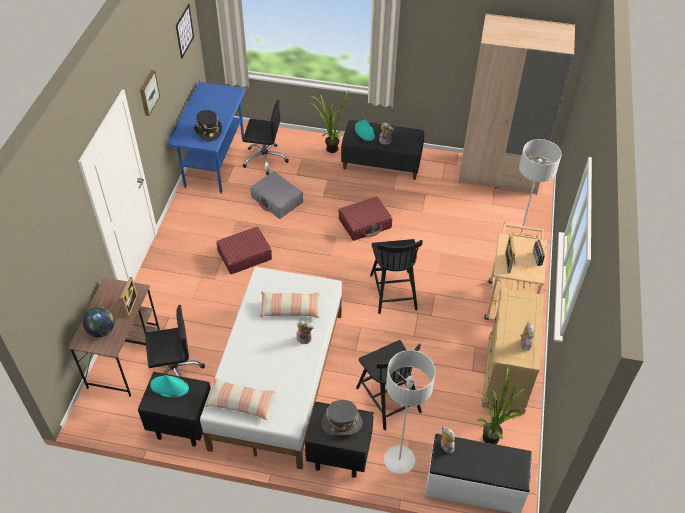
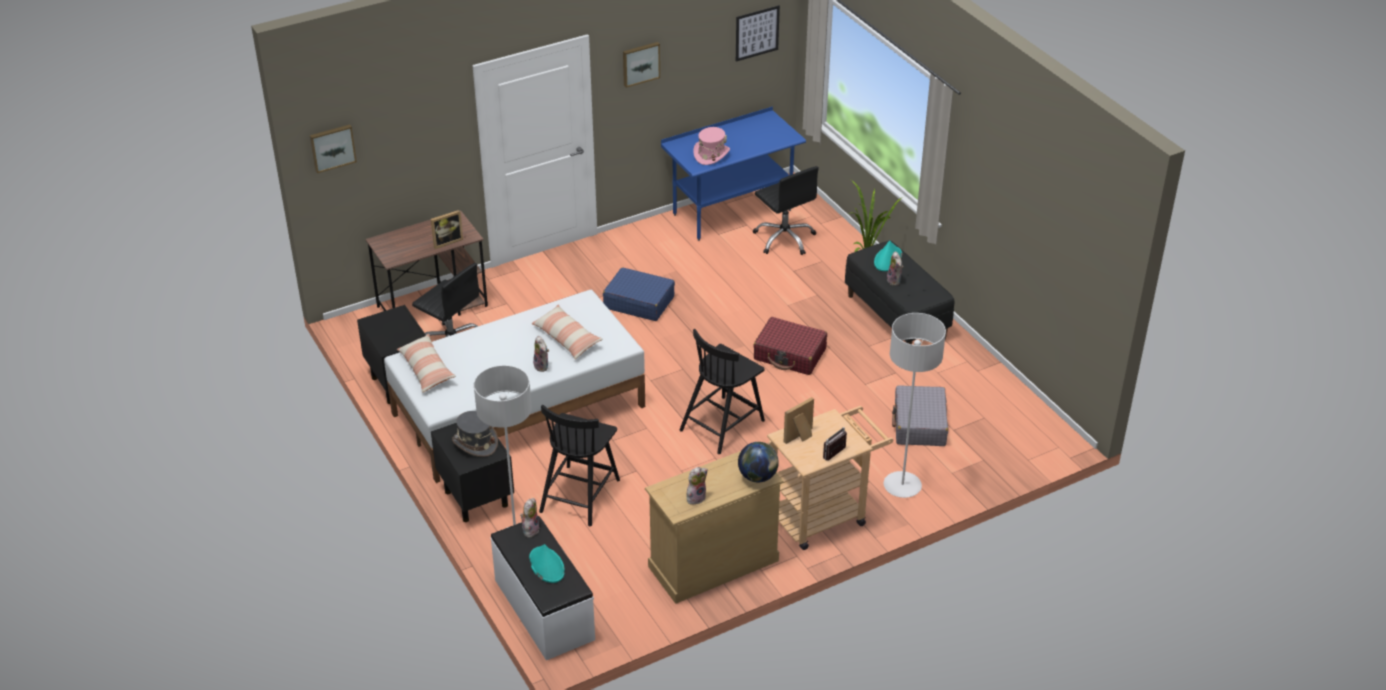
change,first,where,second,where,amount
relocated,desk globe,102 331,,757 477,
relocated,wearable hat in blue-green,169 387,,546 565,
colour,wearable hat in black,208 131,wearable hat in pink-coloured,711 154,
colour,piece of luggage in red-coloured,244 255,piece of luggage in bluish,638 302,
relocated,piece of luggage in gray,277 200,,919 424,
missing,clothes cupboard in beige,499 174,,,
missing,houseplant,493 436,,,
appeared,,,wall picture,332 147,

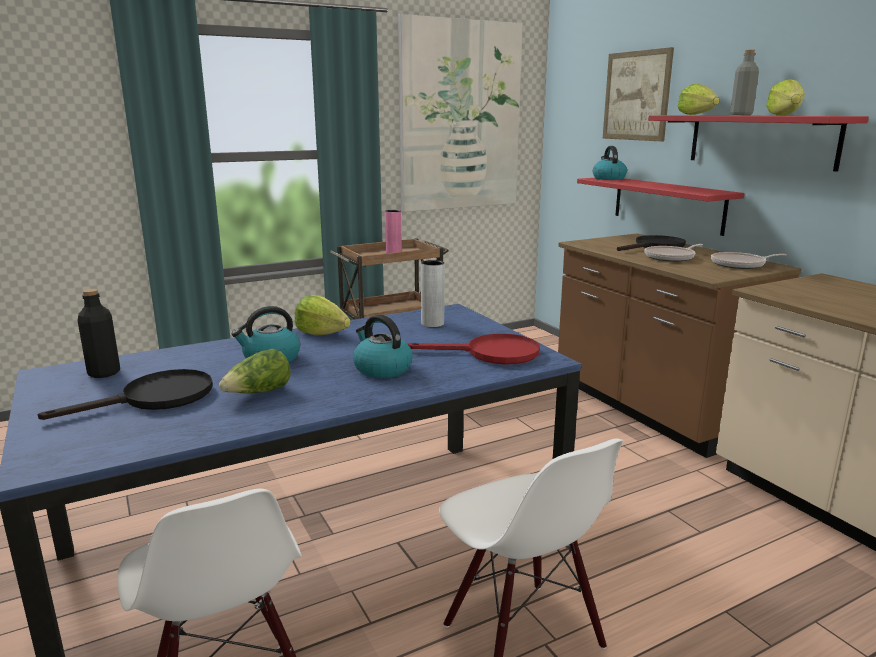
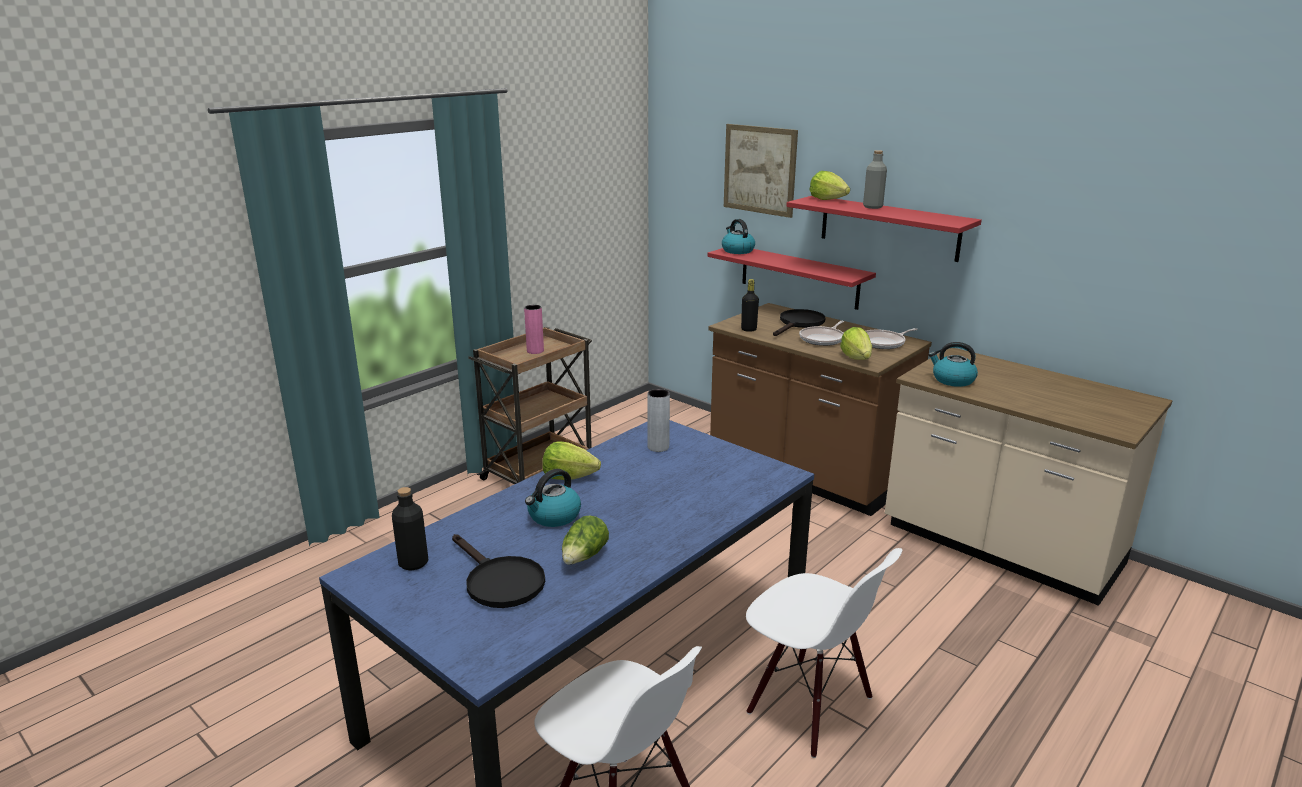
change,first,where,second,where,amount
spun,pan in black,155 398,,499 581,105 degrees clockwise
relocated,tea kettle,381 369,,952 380,
missing,wall picture,460 117,,,
missing,pan in red-coloured,492 354,,,
relocated,lettuce,785 115,,856 358,
appeared,,,drink bottle in black,748 329,

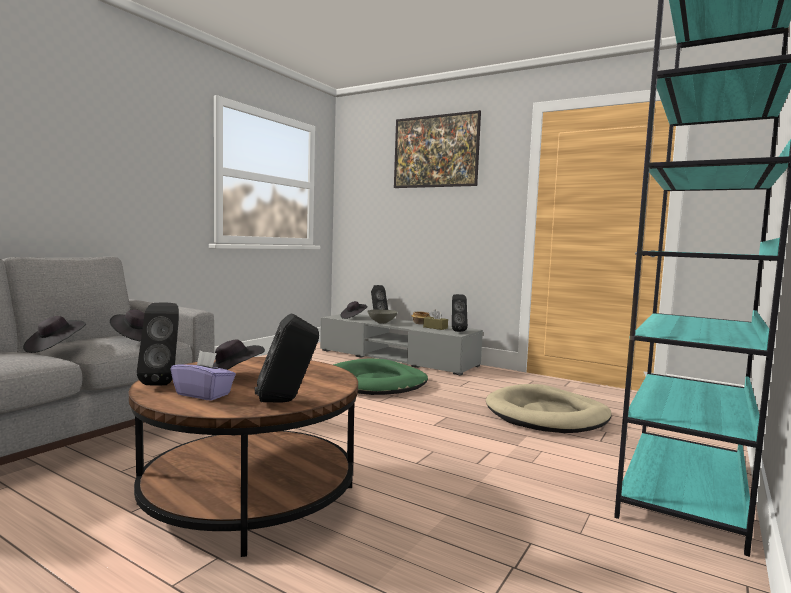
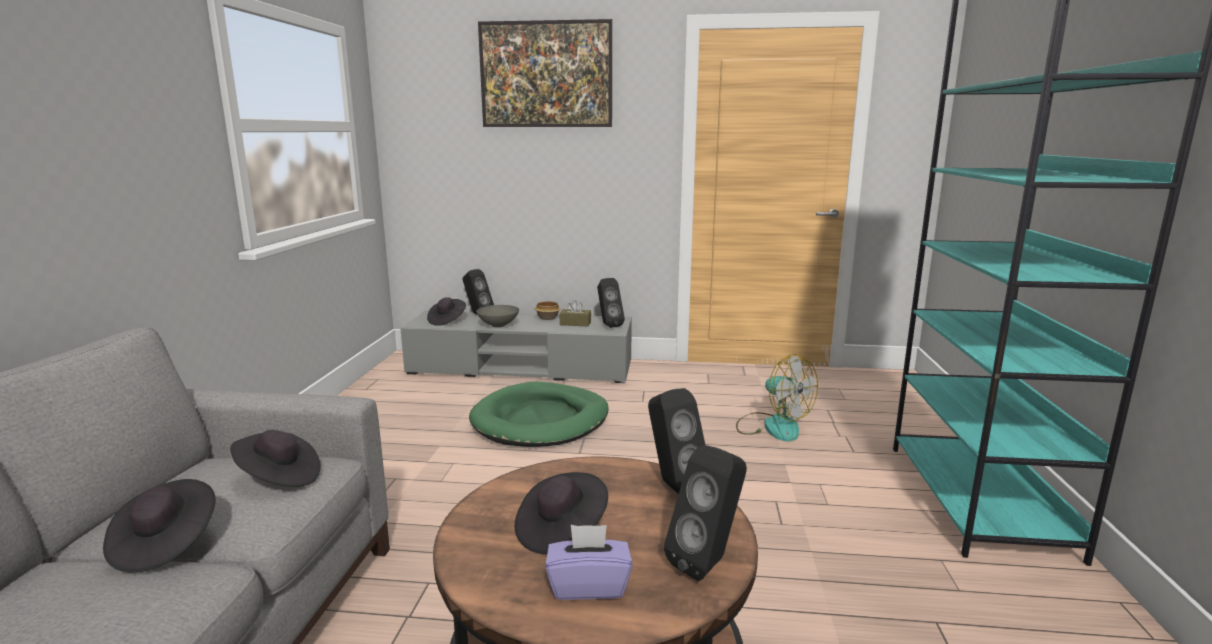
change,first,where,second,where,amount
relocated,loudspeaker in black,164 382,,673 485,
exchanged,pet bed in beige,547 415,electric fan,772 426,

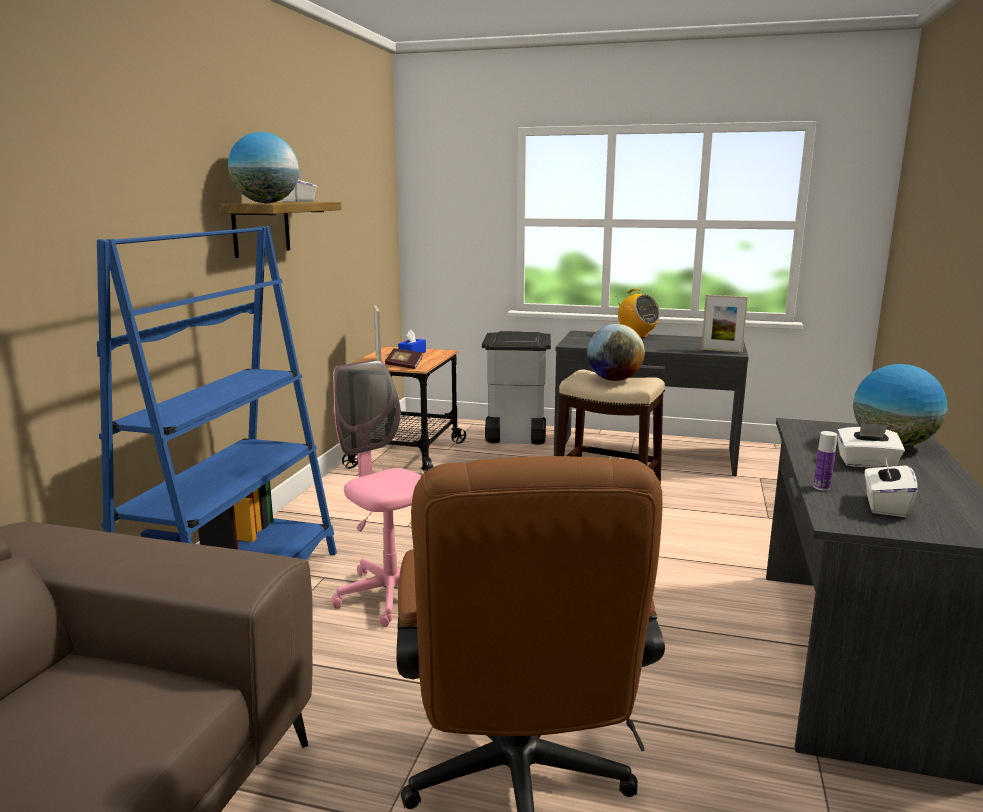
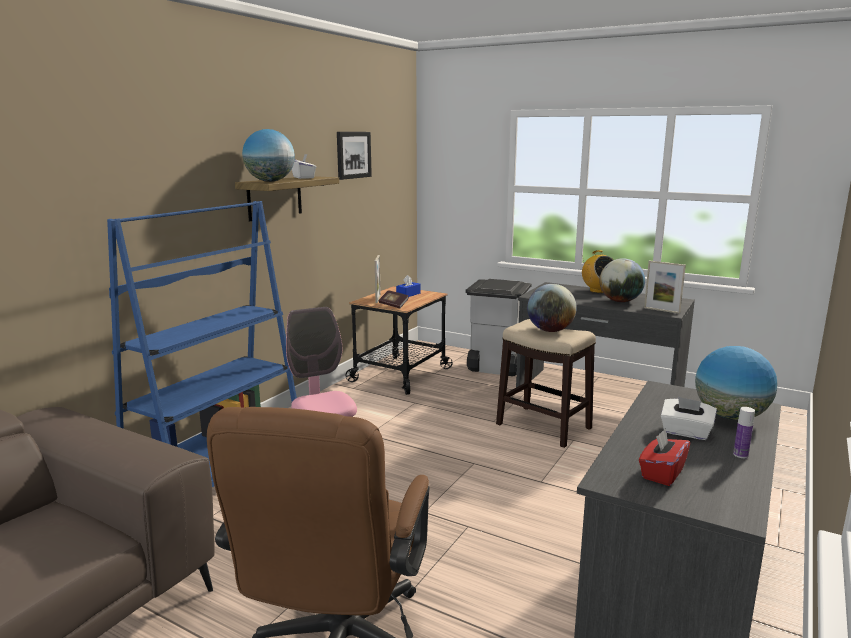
change,first,where,second,where,amount
relocated,drink bottle,821 487,,740 455,
colour,box of tissues in white,885 506,box of tissues in red-coloured,662 473,
appeared,,,wall picture,353 155,
appeared,,,desk globe,620 301,

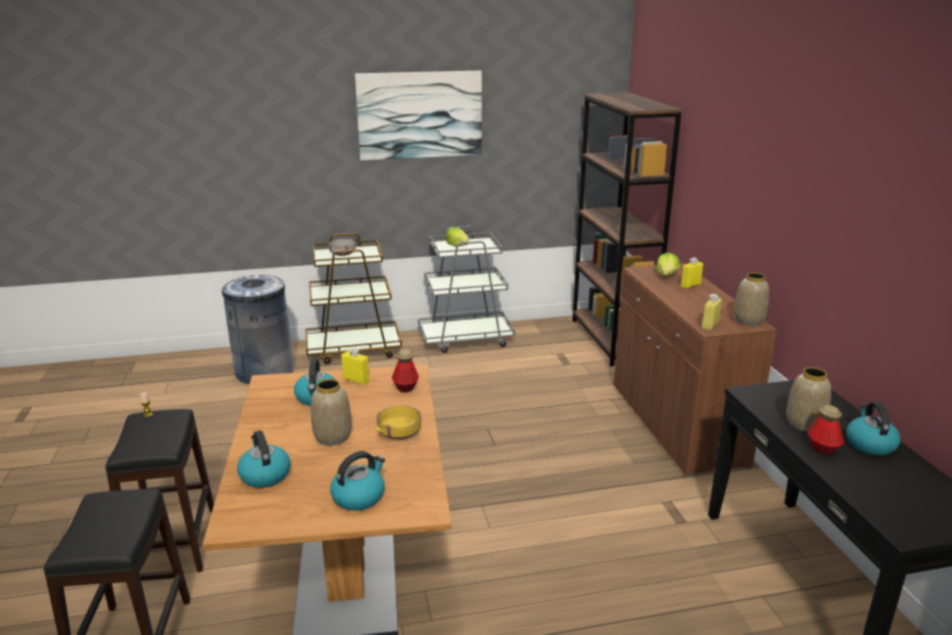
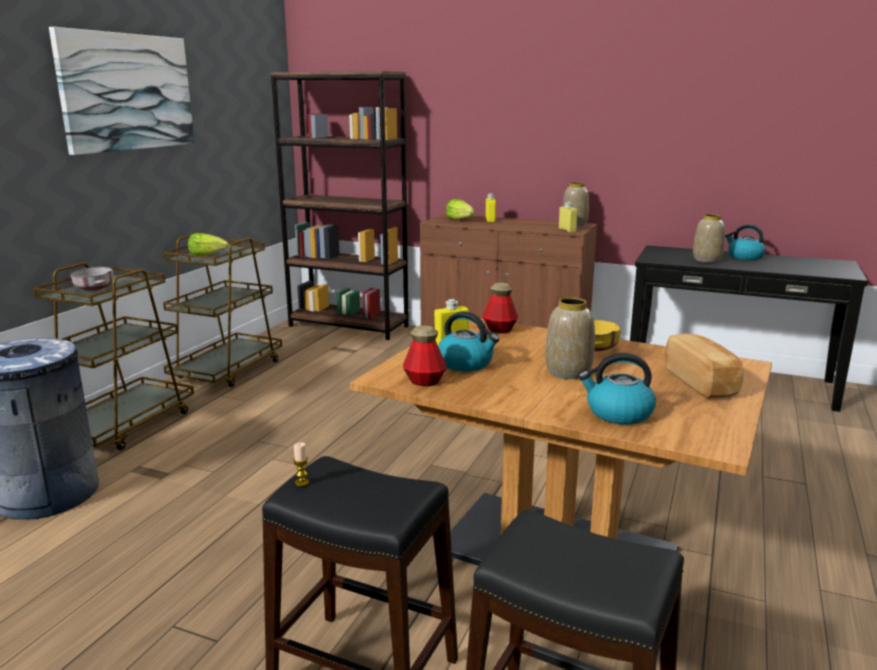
change,first,where,second,where,amount
exchanged,tea kettle,359 496,bread,701 383,
colour,trolley in gray,466 339,trolley in brownish,228 370,
relocated,drink bottle,822 448,,424 381,

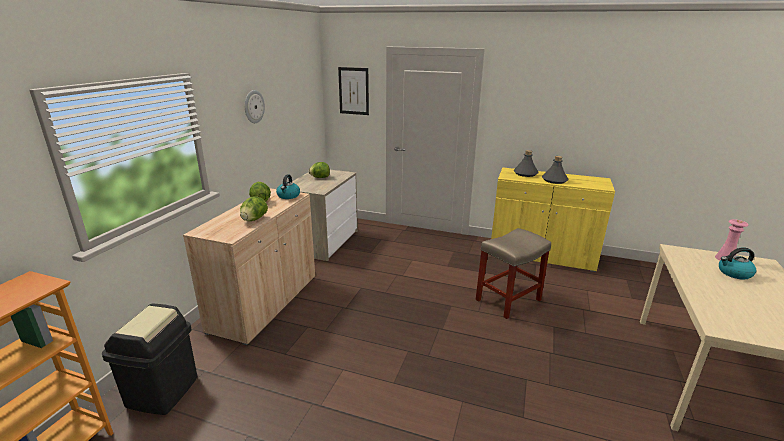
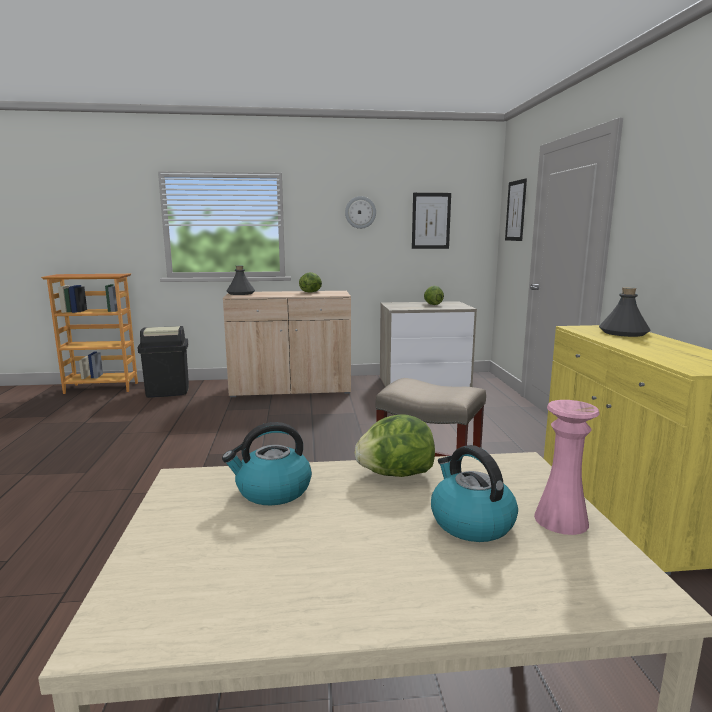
change,first,where,second,where,amount
relocated,lettuce,254 219,,395 474,
relocated,tea kettle,288 196,,272 491,
relocated,drink bottle in gray,554 180,,241 293,
appeared,,,wall picture,431 221,

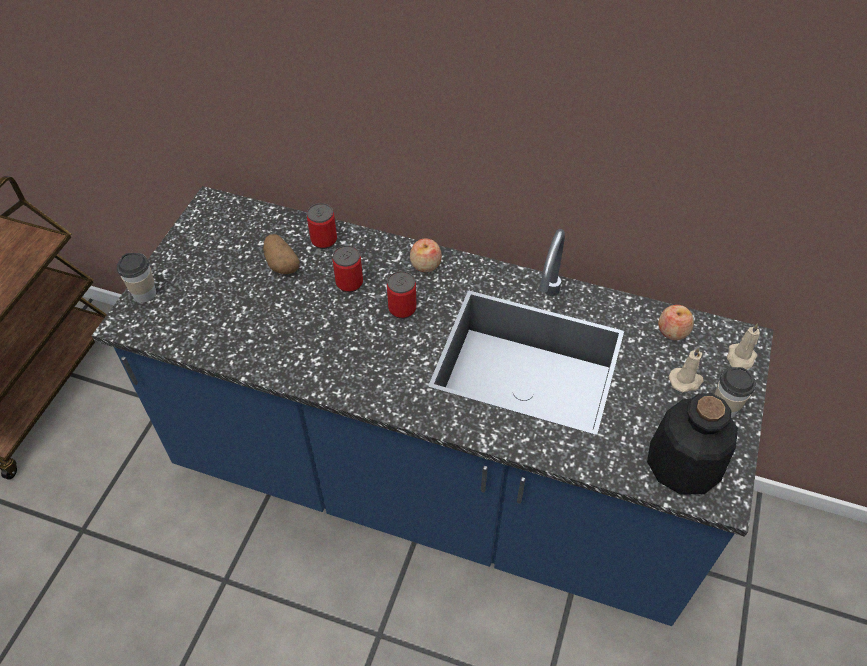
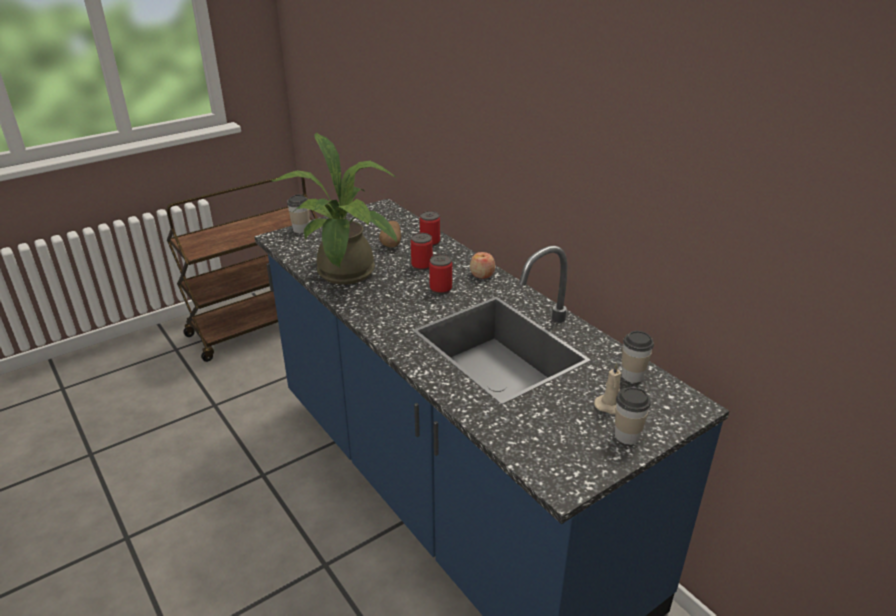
change,first,where,second,where,amount
missing,drink bottle,683 463,,,
exchanged,apple fruit,672 331,small cup,632 375,
missing,wax candle in beige,740 359,,,
appeared,,,houseplant,346 276,

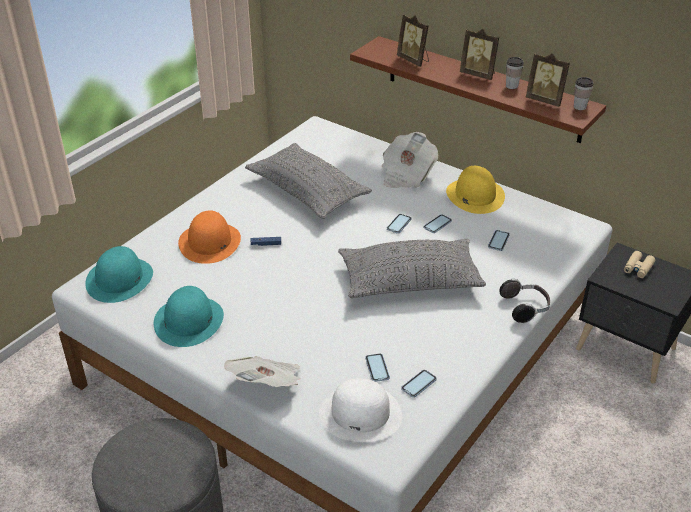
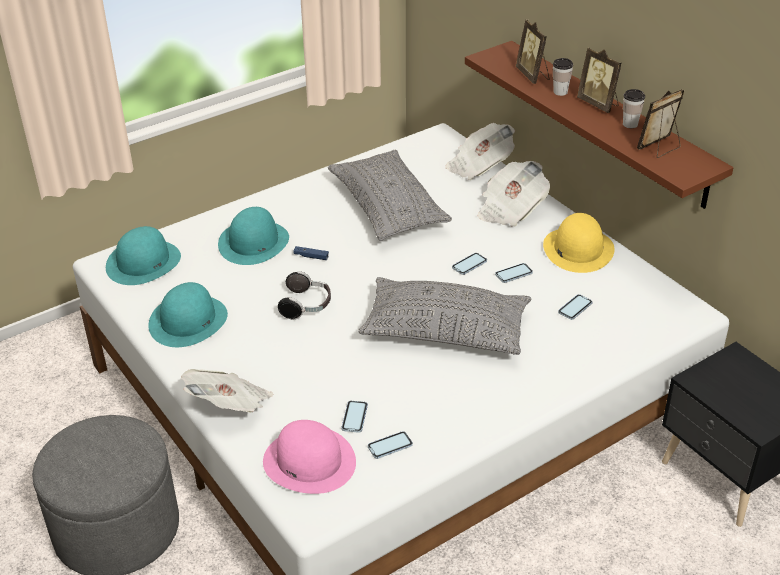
change,first,where,second,where,amount
colour,wearable hat in orange,210 242,wearable hat in blue-green,254 242,
colour,wearable hat in white,360 414,wearable hat in pink-coloured,309 461,
relocated,headset,525 308,,306 306,
spun,photo frame,545 100,,660 148,90 degrees clockwise
relocated,small cup,579 107,,560 92,
missing,field glasses in beige,638 268,,,
appeared,,,printed paper,479 166,

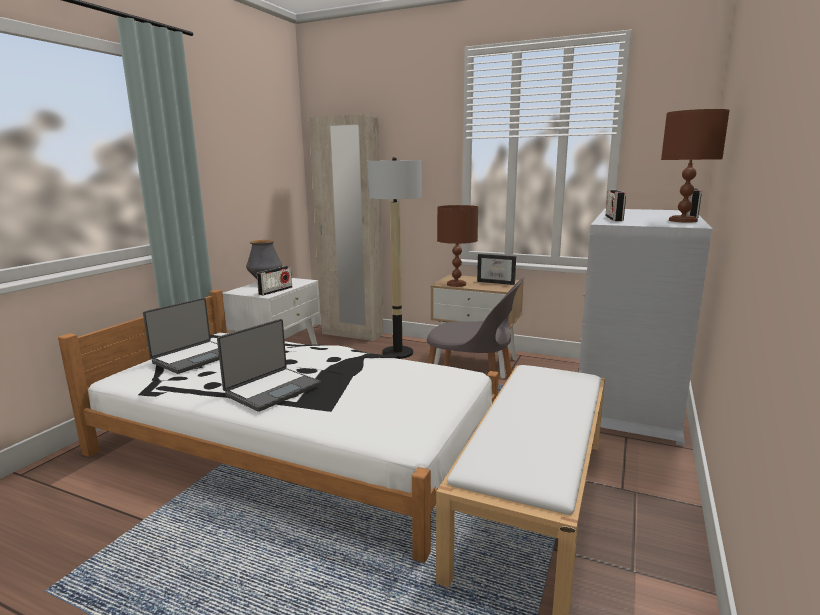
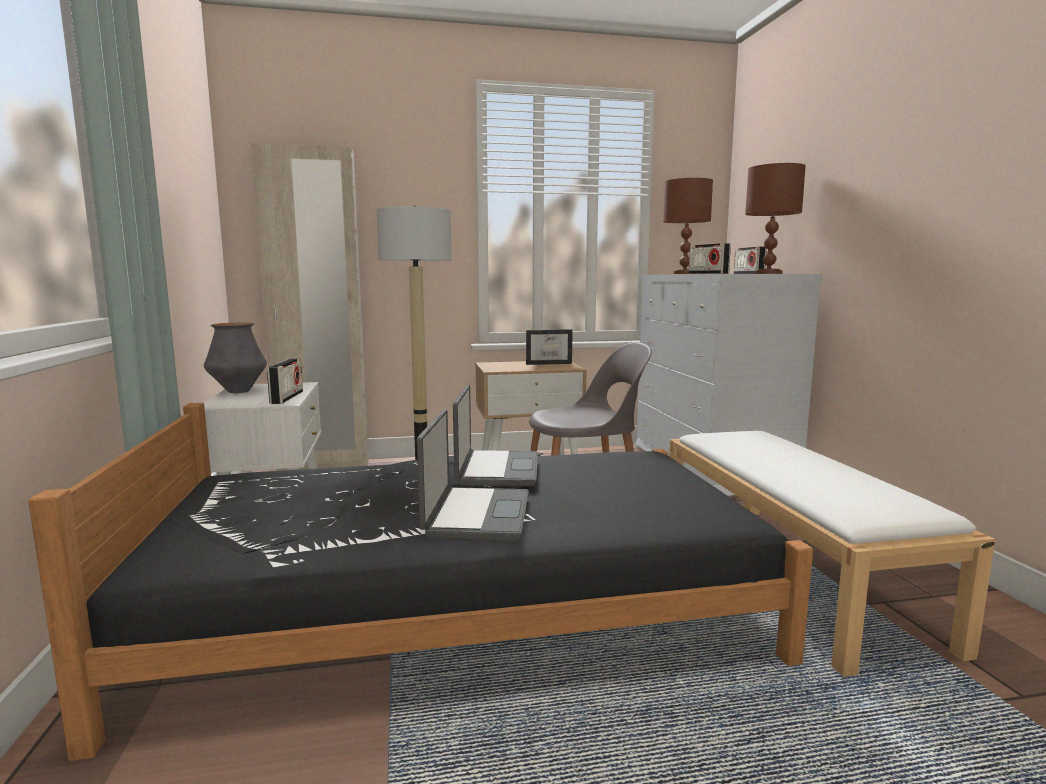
change,first,where,second,where,amount
colour,bed in white,295 444,bed in black,458 606,
relocated,notebook computer,194 358,,496 470,
relocated,lamp for a table in brownish,456 284,,683 274,

